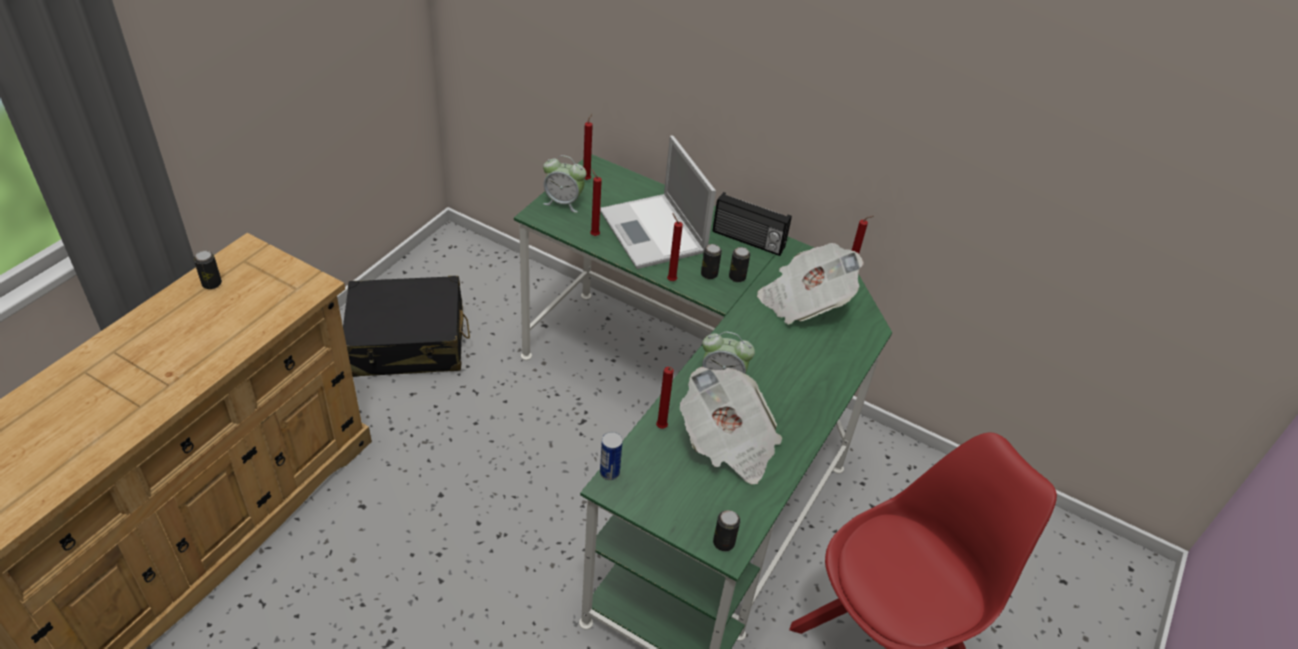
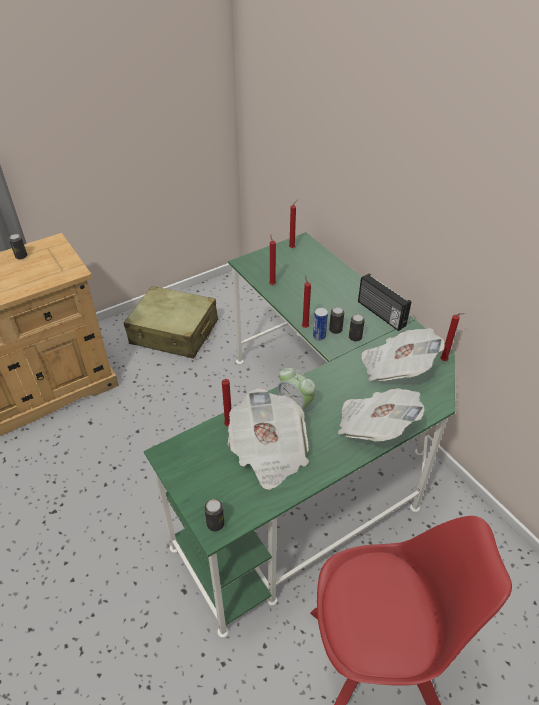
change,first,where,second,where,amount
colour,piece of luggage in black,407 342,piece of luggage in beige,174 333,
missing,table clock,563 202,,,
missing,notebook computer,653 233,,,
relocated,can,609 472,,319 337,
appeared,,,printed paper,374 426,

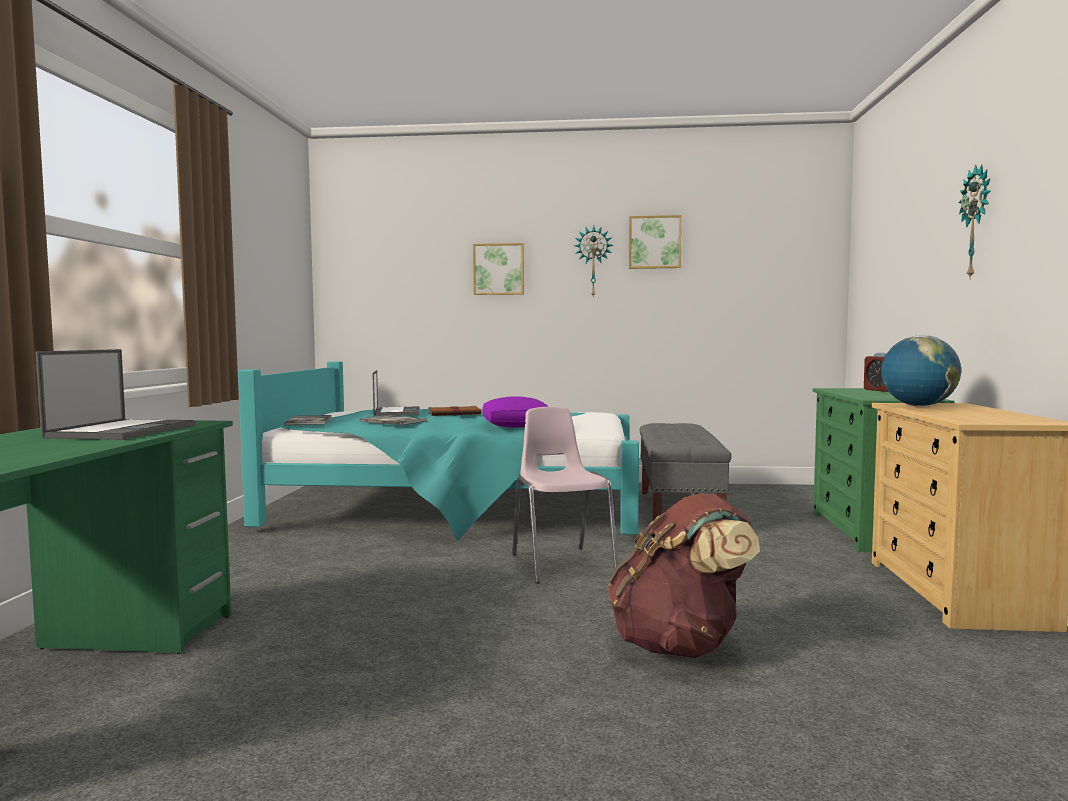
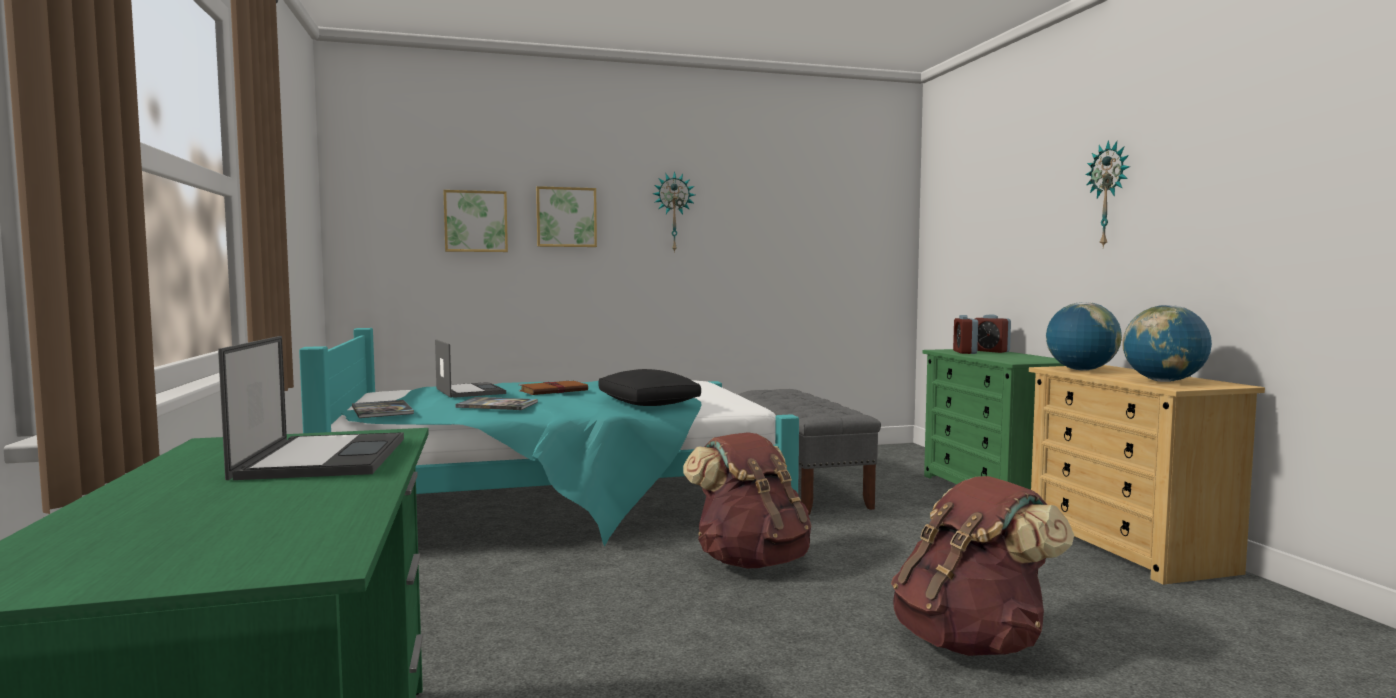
change,first,where,second,where,amount
colour,pillow in purplish,516 425,pillow in black,647 403,
exchanged,chair in pink-coloured,562 564,knapsack in brownish,751 561,
relocated,wall picture,654 242,,476 221,
appeared,,,table clock,964 352,
appeared,,,desk globe,1164 381,

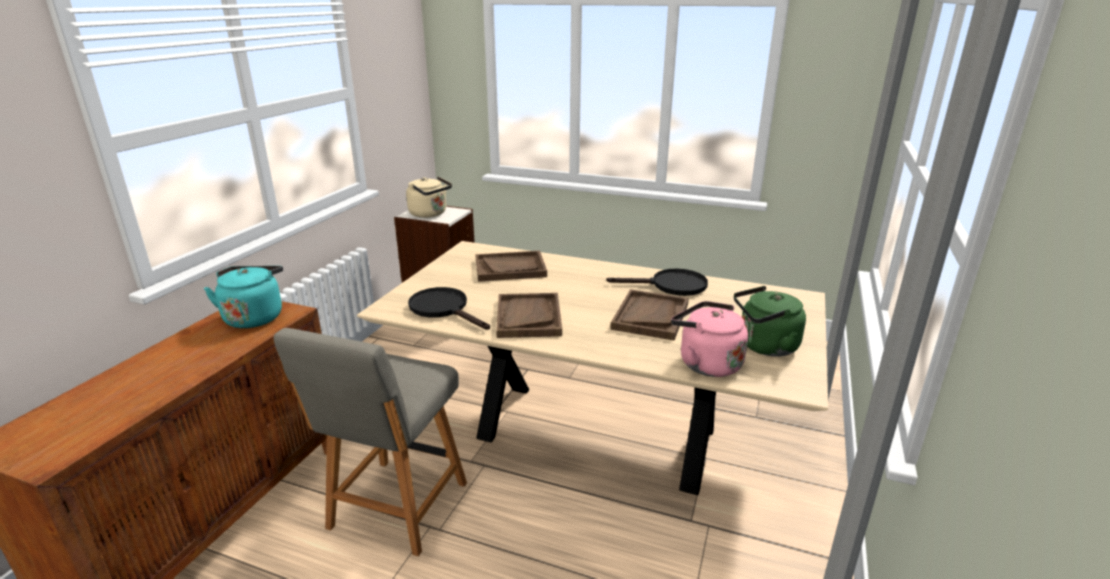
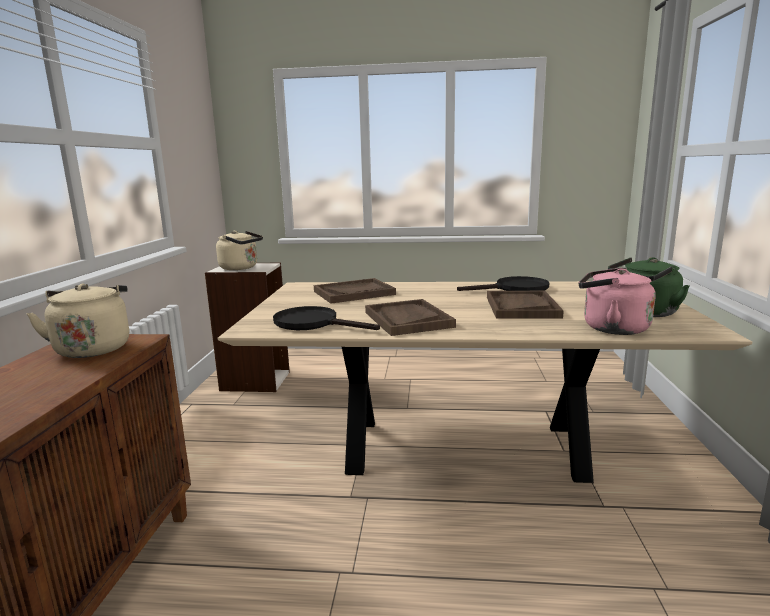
change,first,where,second,where,amount
colour,tea kettle in blue-green,254 317,tea kettle in beige,93 348,
missing,chair in gray,396 508,,,

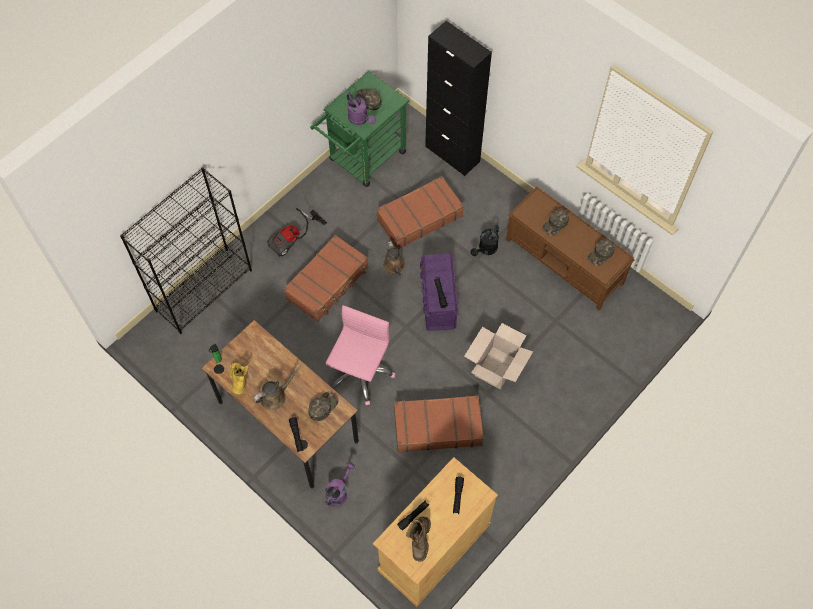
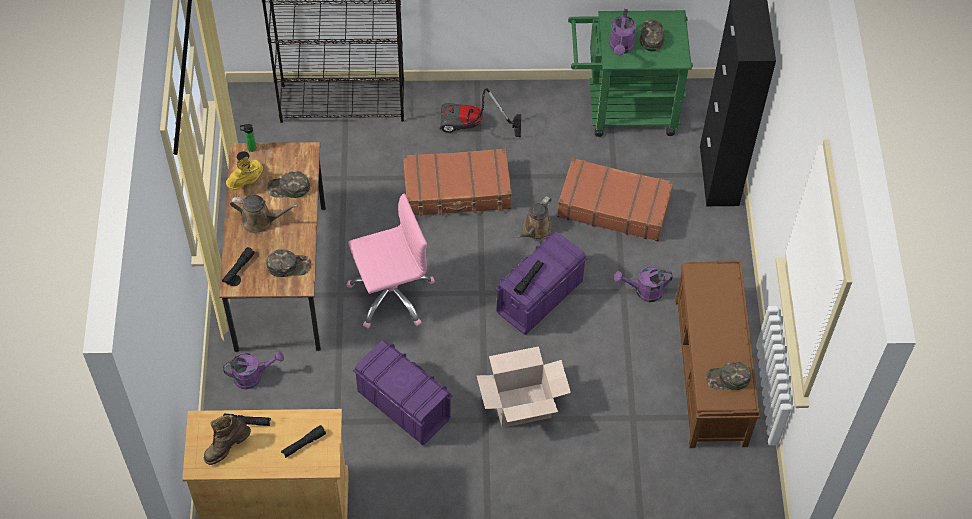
change,first,where,second,where,amount
exchanged,piece of luggage in brownish,437 427,storage box in purplish,403 405,
colour,sprinkling can in black,486 249,sprinkling can in purplish,643 291,
relocated,cap in green-coloured,555 224,,288 188,

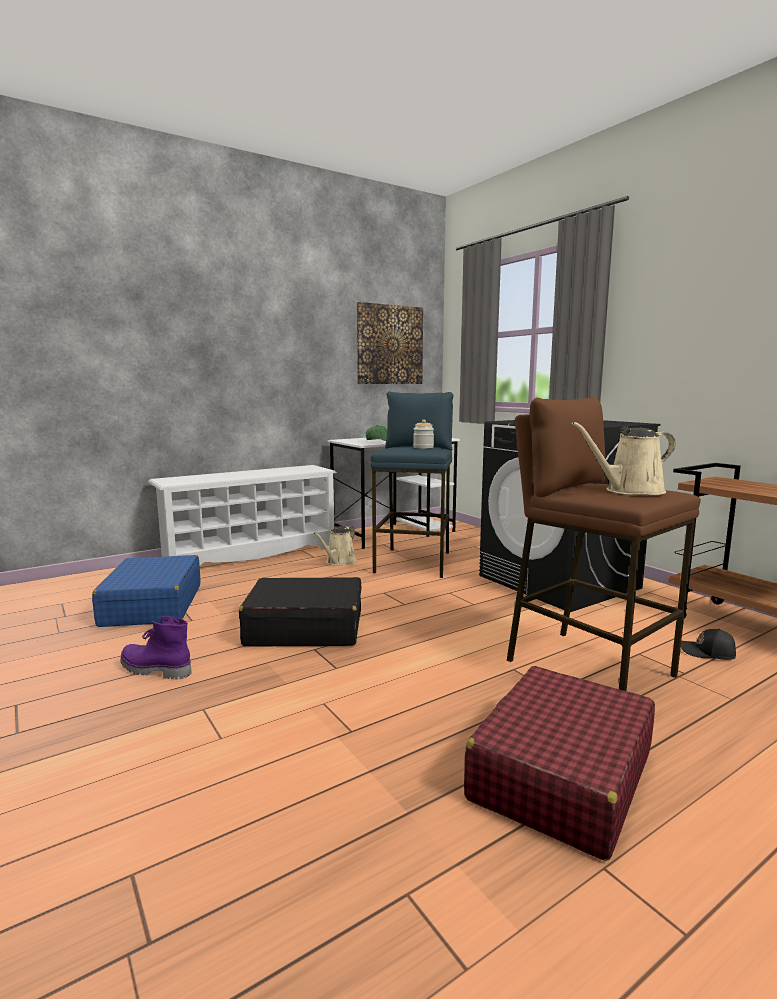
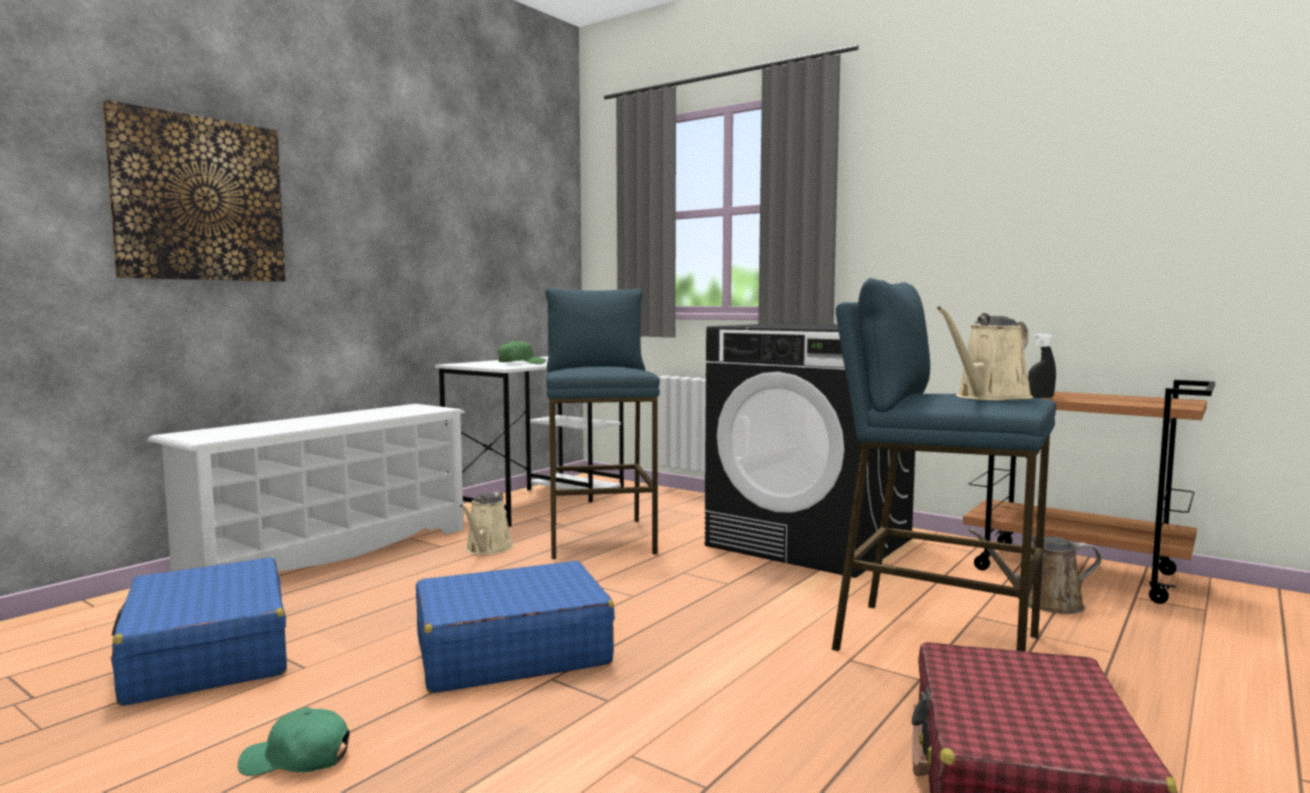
change,first,where,second,where,amount
exchanged,tall boot in purplish,154 670,cap in green-coloured,297 759,
colour,piece of luggage in black,304 628,piece of luggage in bluish,511 651,
relocated,wall picture,389 345,,199 199,
missing,preserve jar,423 447,,,
colour,stool seat in brownish,588 668,stool seat in bluish,935 642,
exchanged,cap in black,707 652,sprinkling can in brownish,1043 603,
appeared,,,hand sprayer in black,1040 397,

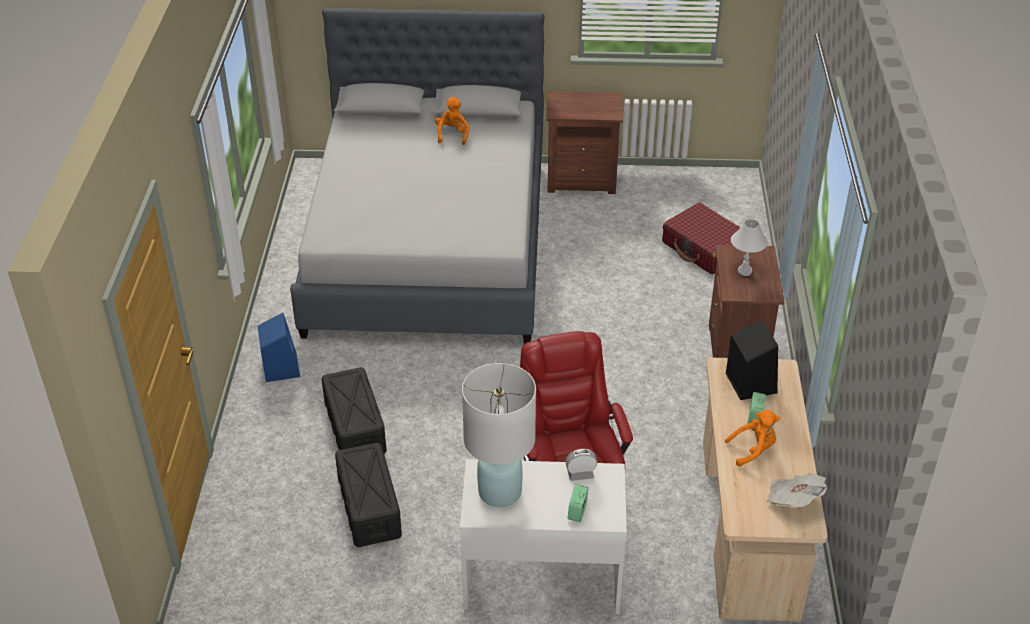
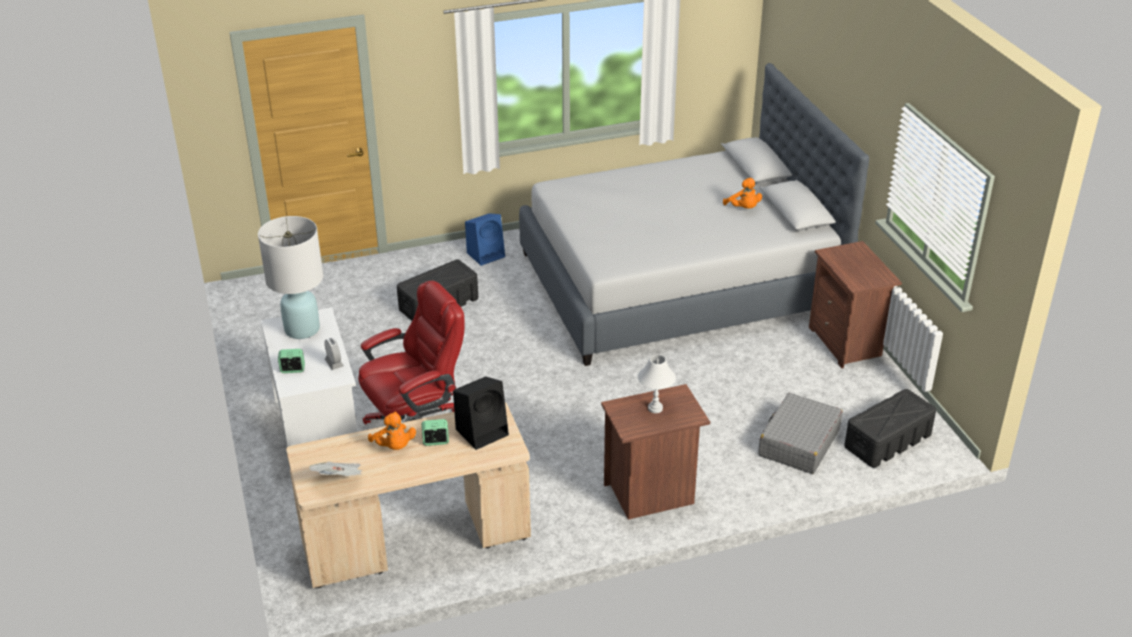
change,first,where,second,where,amount
relocated,storage box in black,369 507,,887 441,
spun,cuddly toy in orange,452 135,,743 208,75 degrees clockwise
colour,piece of luggage in red-coloured,704 248,piece of luggage in gray,798 443,

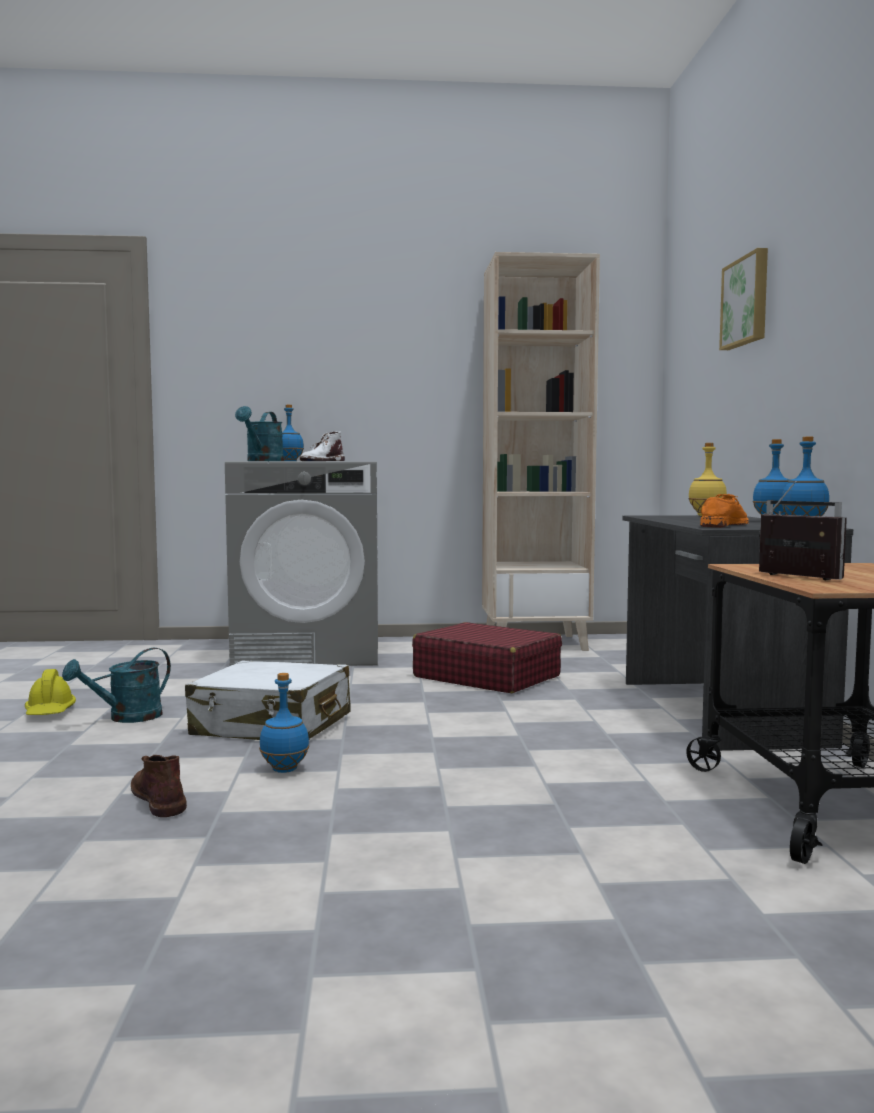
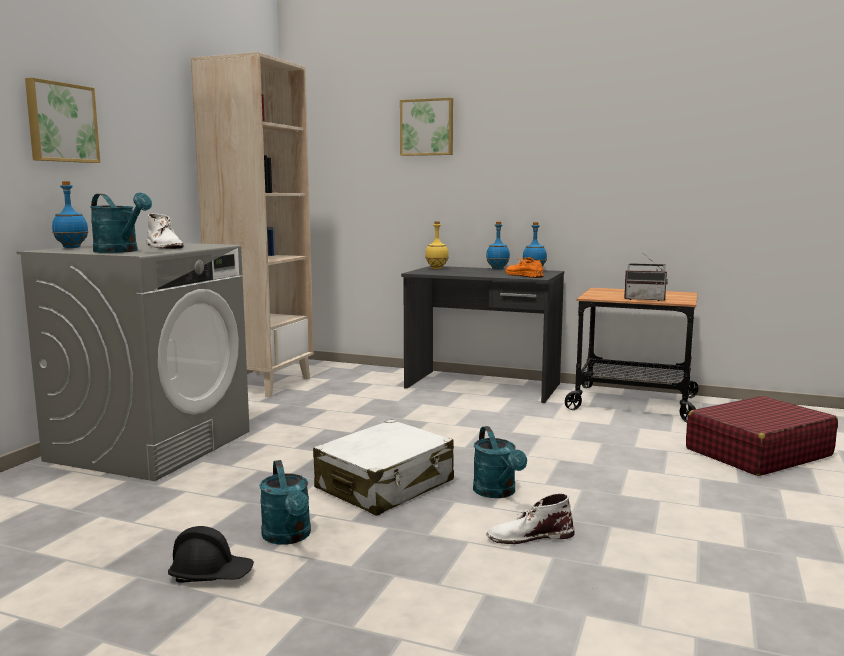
change,first,where,second,where,amount
colour,hard hat in yellowish,50 712,hard hat in black,211 574,
colour,tall boot in brownish,158 798,tall boot in white,529 536,
exchanged,drink bottle in bluish,285 769,sprinkling can in blue-green,498 493,
relocated,piece of luggage in red-coloured,486 677,,757 453,
spun,radio,793 577,,644 299,150 degrees counterclockwise
appeared,,,wall picture,61 122,

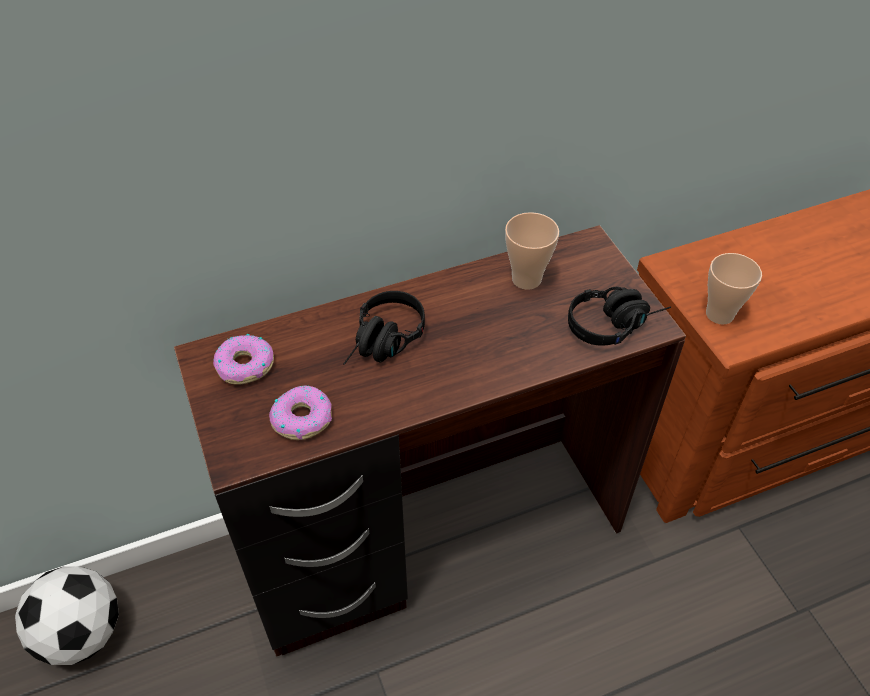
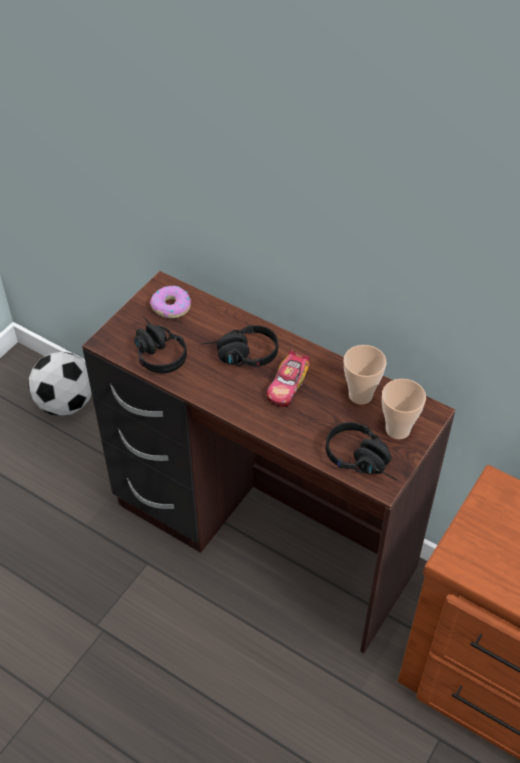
change,first,where,second,where,amount
exchanged,ring doughnut,302 418,headset in black,155 352,
relocated,small cup,719 314,,397 430,
appeared,,,miniature car,287 386,

